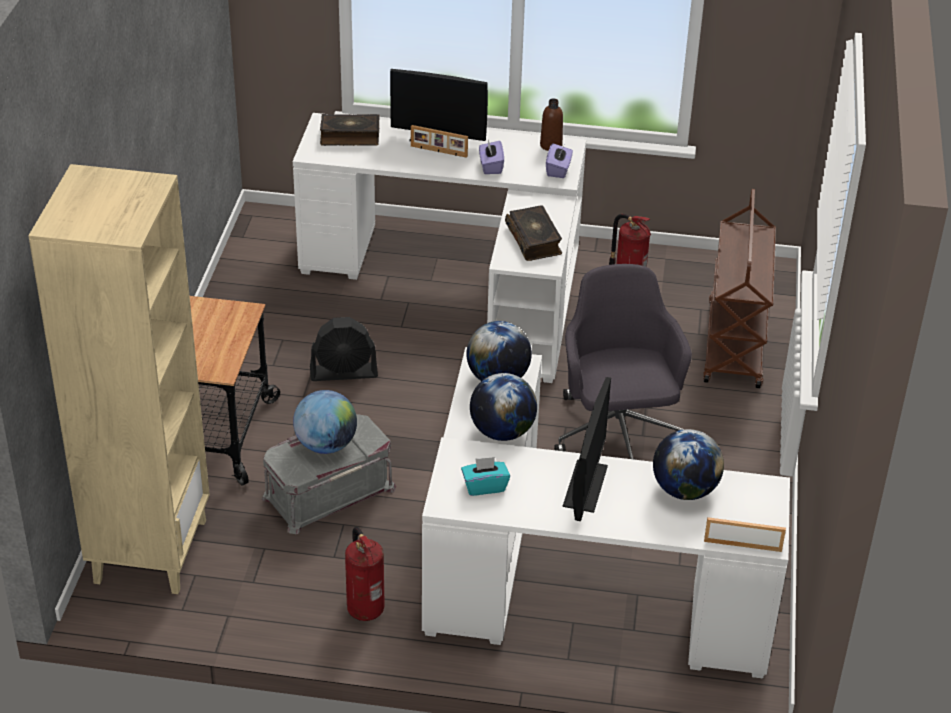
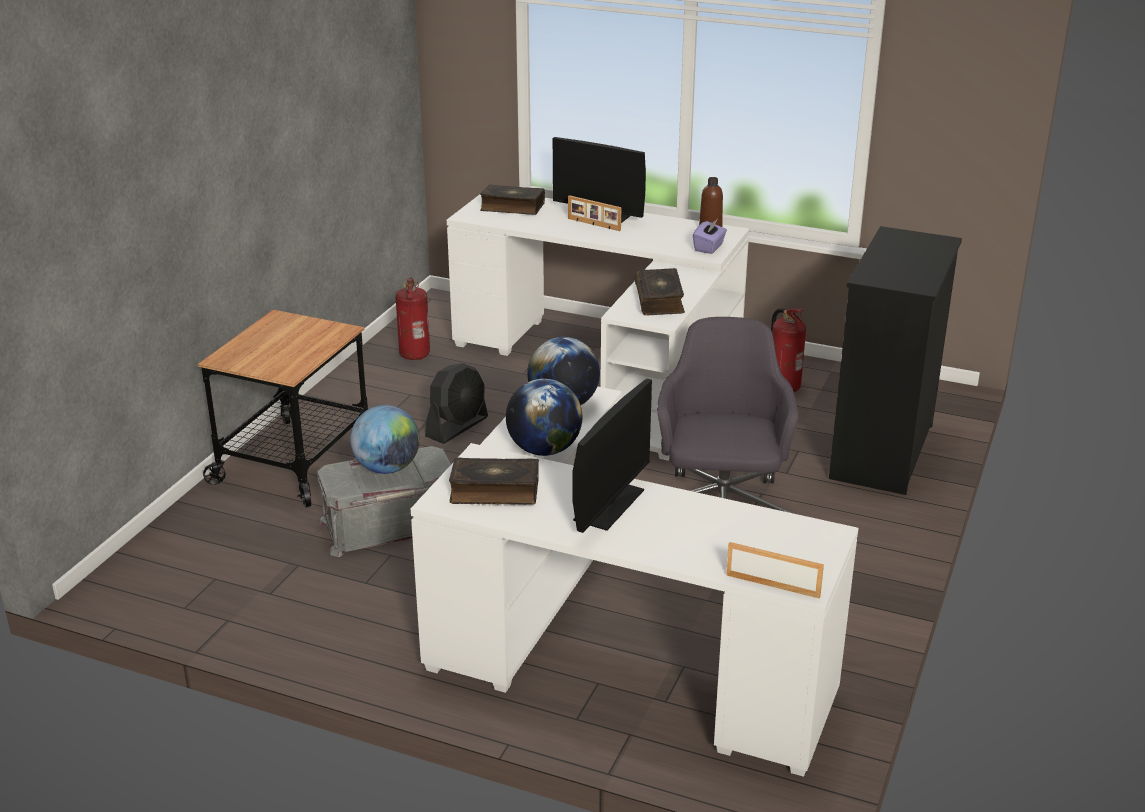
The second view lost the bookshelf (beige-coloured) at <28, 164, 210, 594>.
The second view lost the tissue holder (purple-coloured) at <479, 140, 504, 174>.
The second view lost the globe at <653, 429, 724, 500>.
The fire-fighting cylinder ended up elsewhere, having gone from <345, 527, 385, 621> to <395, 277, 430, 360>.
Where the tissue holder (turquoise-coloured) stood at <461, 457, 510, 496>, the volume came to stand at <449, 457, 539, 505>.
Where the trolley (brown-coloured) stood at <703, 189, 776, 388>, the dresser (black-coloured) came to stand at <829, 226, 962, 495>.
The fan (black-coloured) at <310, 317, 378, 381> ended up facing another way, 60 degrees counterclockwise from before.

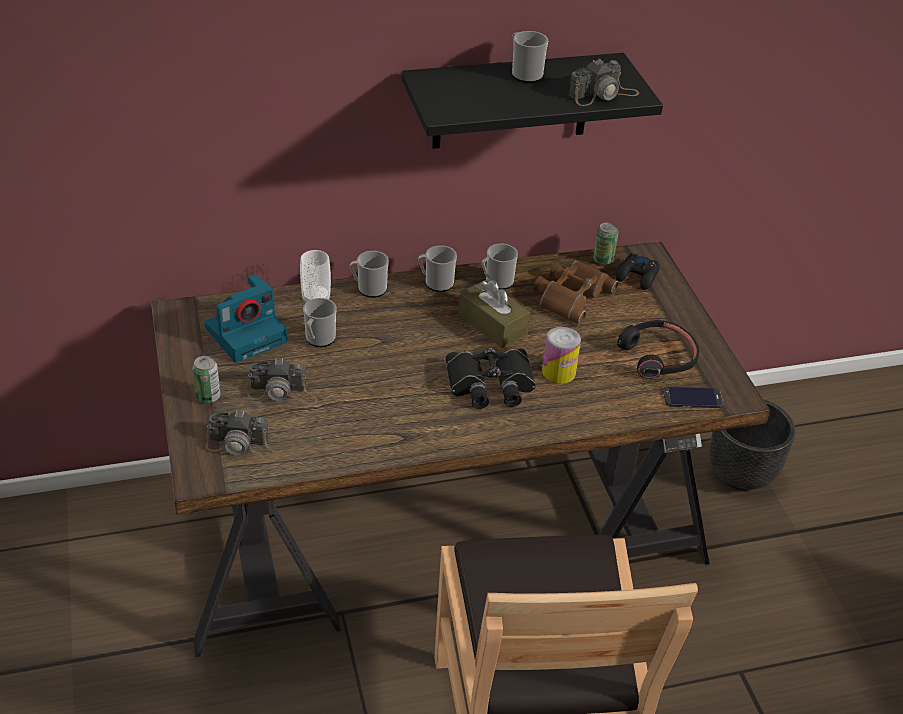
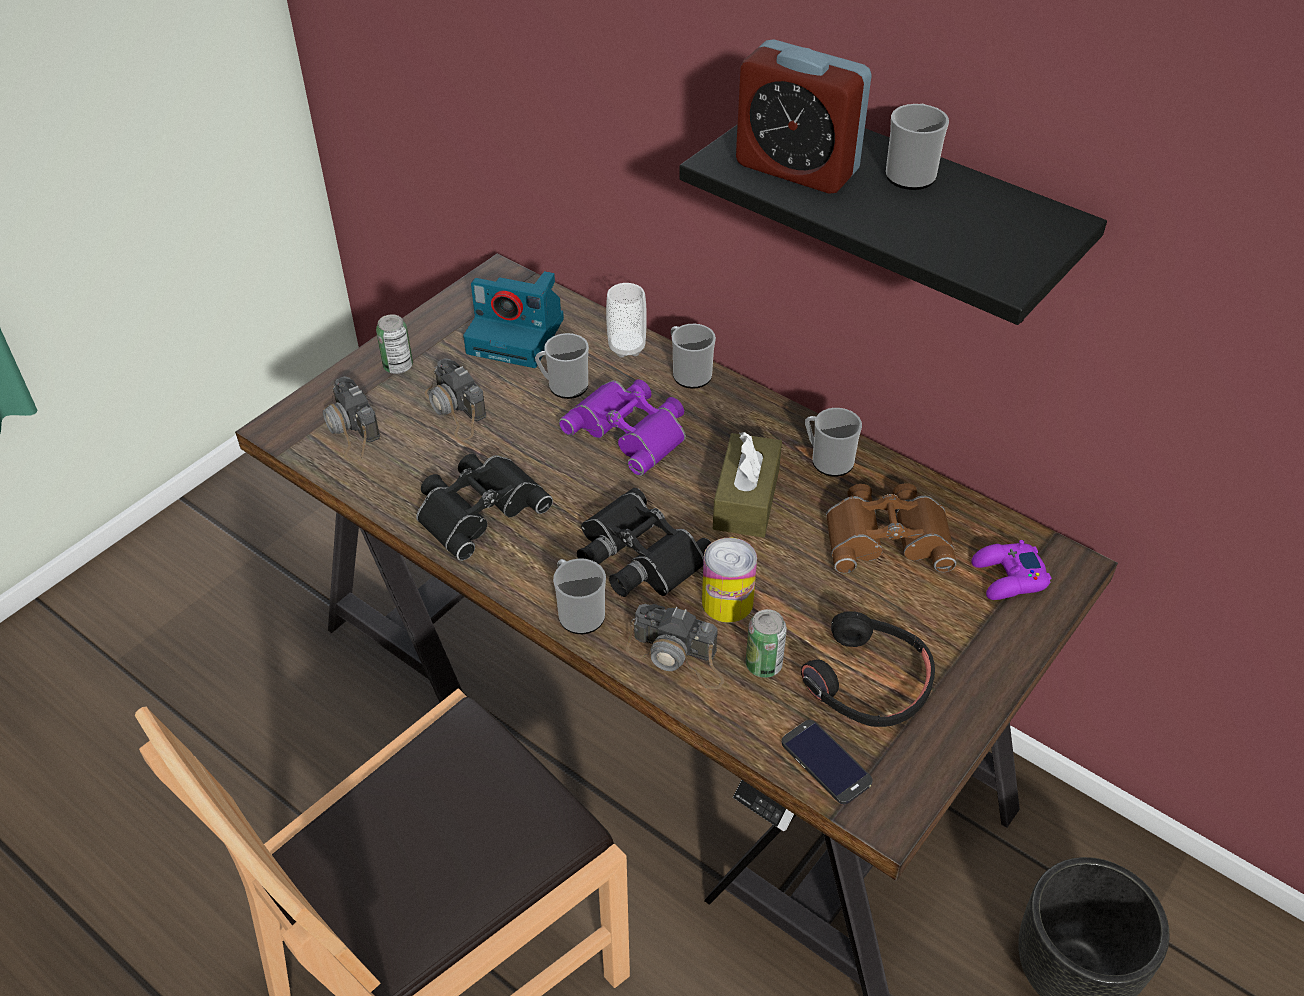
The second view gained the pair of binoculars (black-coloured) at <416, 454, 553, 561>.
The second view gained the pair of binoculars (purple-coloured) at <559, 379, 686, 476>.
The second view gained the alarm clock at <736, 39, 872, 194>.
The coffee mug ended up elsewhere, having gone from <418, 245, 457, 292> to <553, 559, 606, 634>.
The still camera ended up elsewhere, having gone from <569, 59, 639, 106> to <626, 604, 724, 689>.
The metal can ended up elsewhere, having gone from <593, 223, 618, 265> to <746, 609, 787, 678>.
What was the gamepad (black-coloured) at <616, 253, 660, 290> turned into the gamepad (purple-coloured) at <972, 540, 1051, 600>.

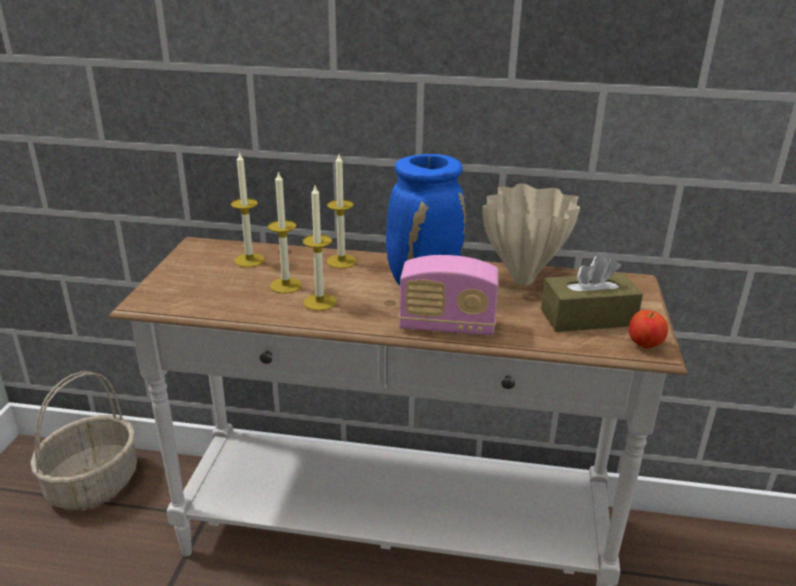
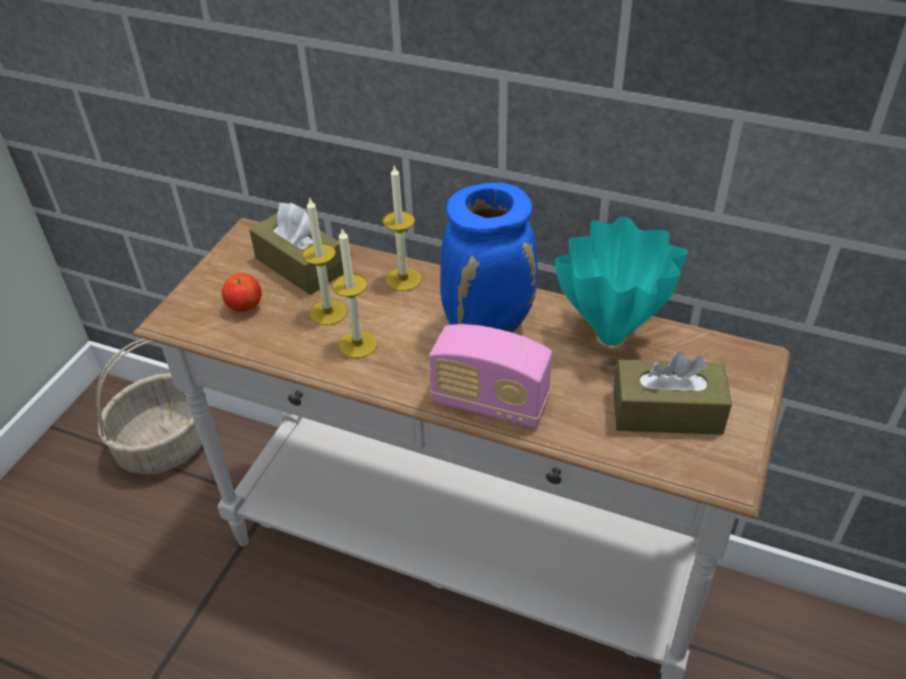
The apple fruit ended up elsewhere, having gone from <629, 310, 668, 348> to <222, 273, 262, 312>.
Where the wax candle stood at <231, 151, 265, 267>, the tissue holder (brown-coloured) came to stand at <249, 202, 344, 295>.
What was the vase (beige-coloured) at <482, 183, 580, 285> turned into the vase (turquoise-coloured) at <555, 217, 688, 346>.

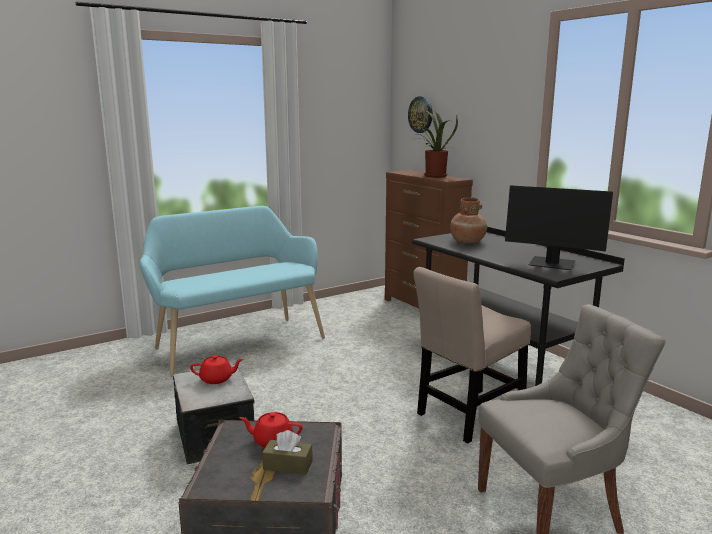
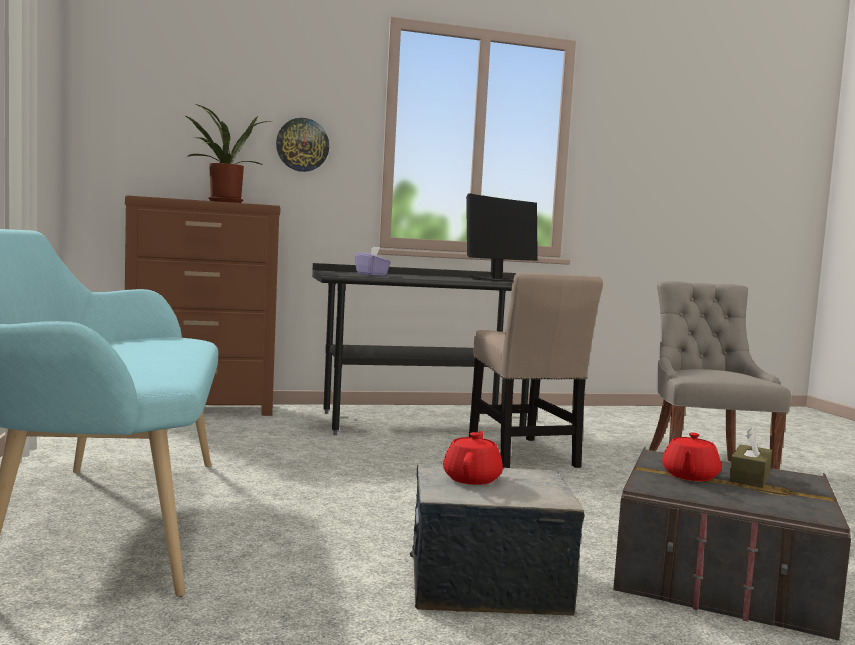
The hanging clock ended up elsewhere, having gone from <408, 96, 433, 133> to <276, 118, 329, 172>.
Where the vase (brown-coloured) stood at <450, 197, 487, 243>, the tissue holder (purple-coloured) came to stand at <355, 247, 391, 276>.

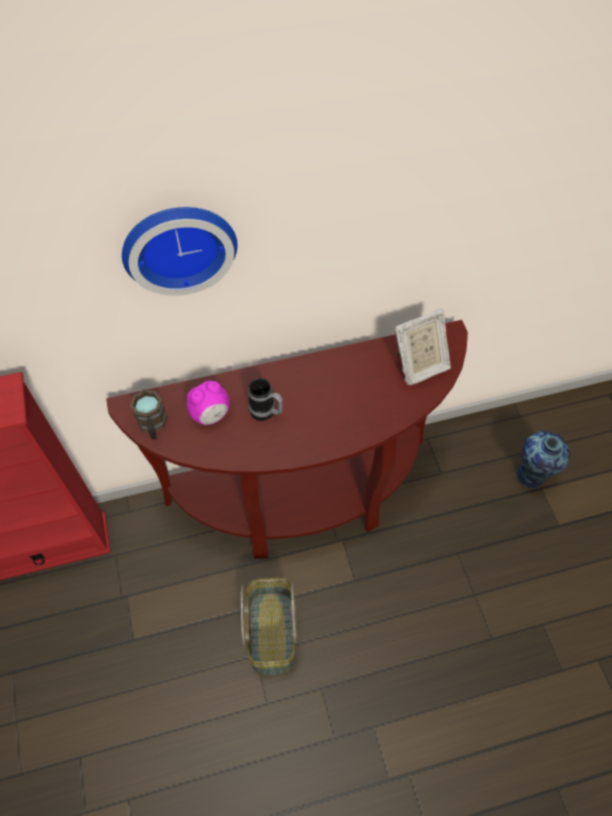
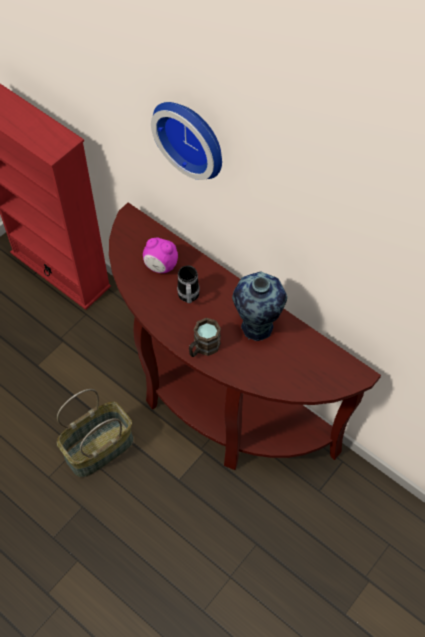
The second view lost the standing frame at <395, 308, 451, 385>.
The coffee mug (brown-coloured) ended up elsewhere, having gone from <130, 390, 168, 440> to <189, 318, 221, 357>.
The vase ended up elsewhere, having gone from <515, 431, 570, 488> to <232, 272, 287, 341>.

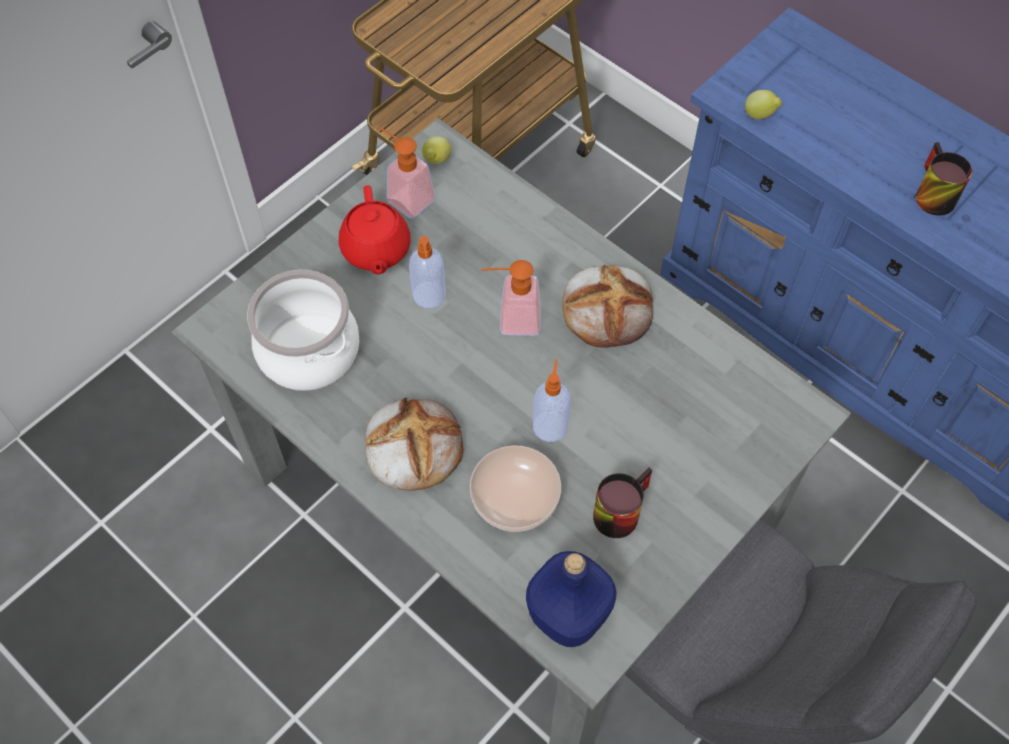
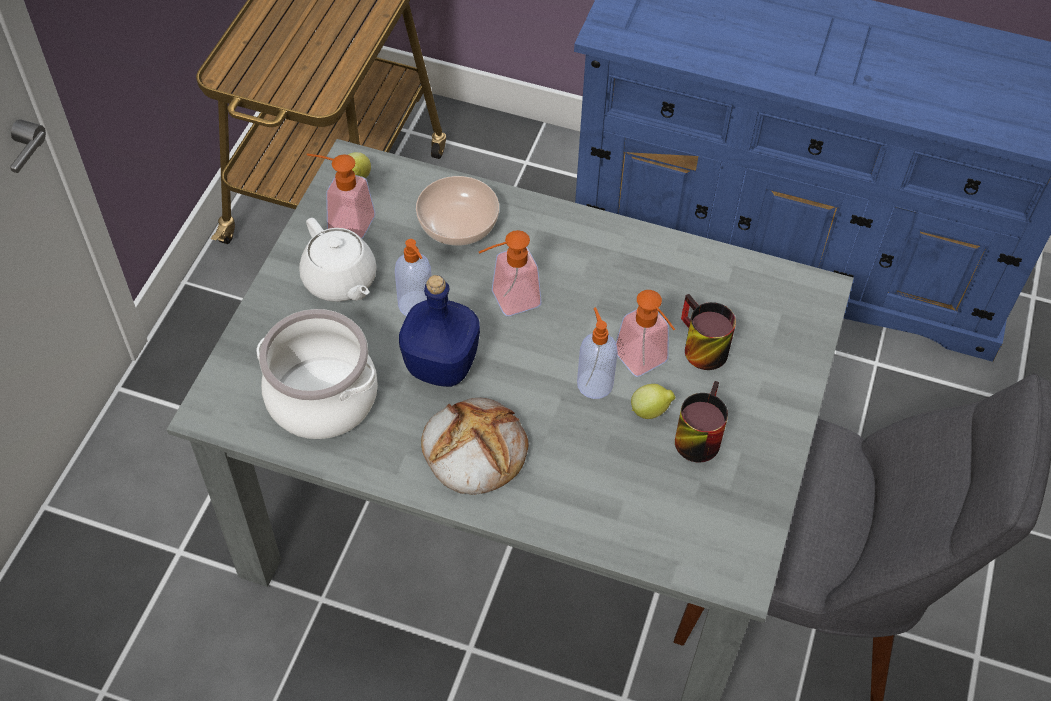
The second view lost the baked bread at <562, 265, 653, 348>.
The second view gained the soap bottle at <616, 290, 675, 377>.
The serving bowl ended up elsewhere, having gone from <470, 446, 561, 532> to <416, 176, 499, 246>.
The drink bottle (blue) ended up elsewhere, having gone from <526, 551, 616, 647> to <399, 275, 480, 387>.
The citrus fruit ended up elsewhere, having gone from <745, 90, 782, 119> to <631, 384, 675, 419>.
The coffee mug ended up elsewhere, having gone from <916, 142, 972, 216> to <681, 294, 736, 370>.
What was the tea pot (reddish) at <339, 185, 410, 274> turned into the tea pot (whitish) at <299, 218, 377, 302>.

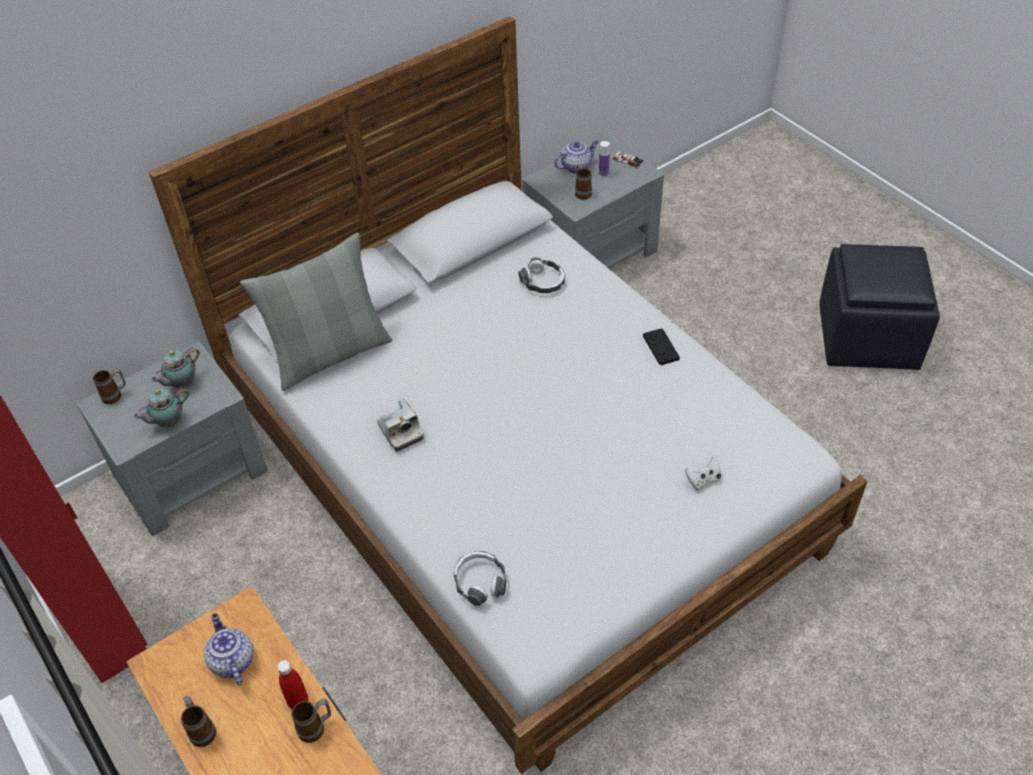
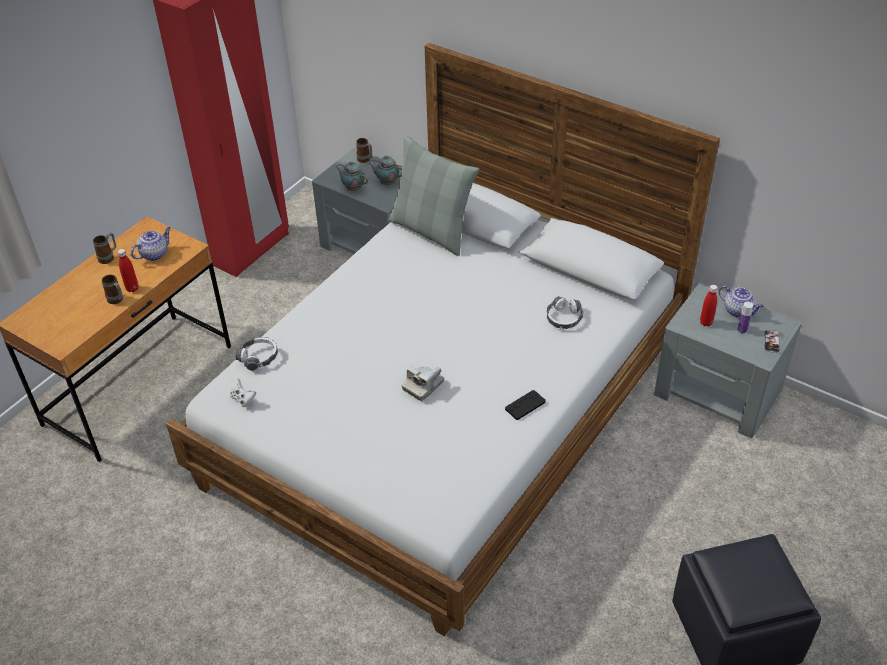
The still camera ended up elsewhere, having gone from <377, 398, 424, 452> to <402, 366, 444, 401>.
The gamepad (whitish) ended up elsewhere, having gone from <685, 456, 721, 490> to <230, 379, 256, 407>.
Where the coffee mug stood at <575, 164, 592, 200>, the drink bottle (reddish) came to stand at <700, 285, 718, 326>.

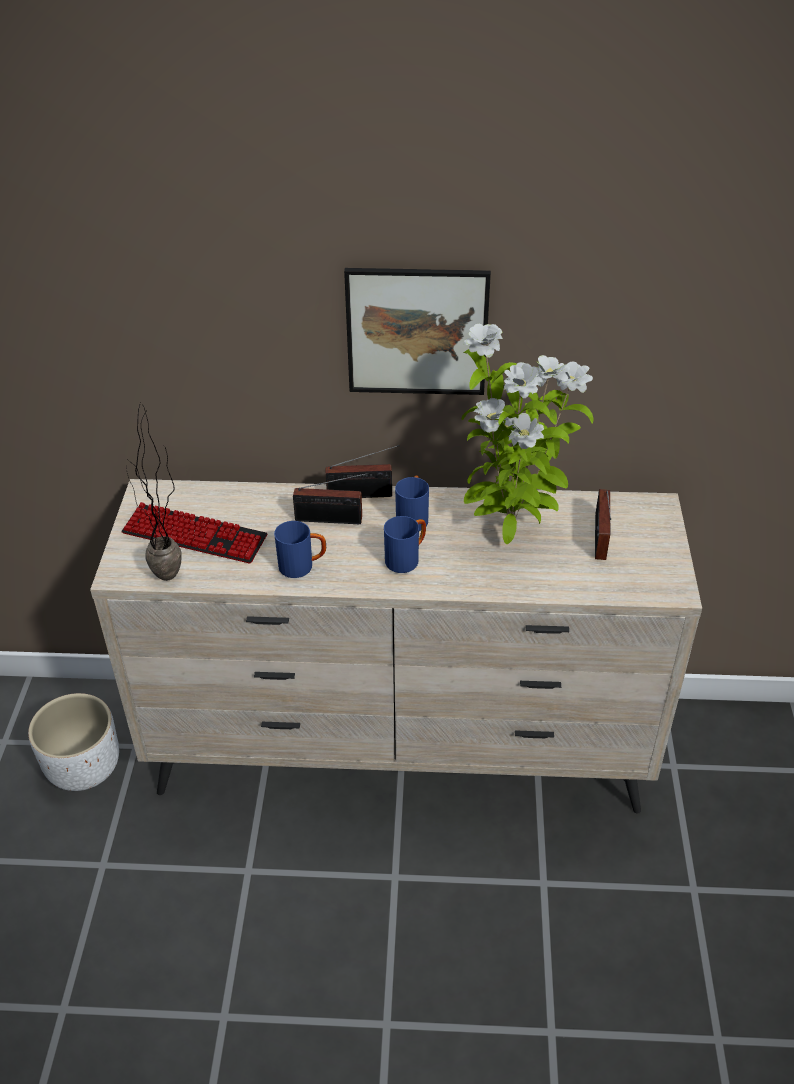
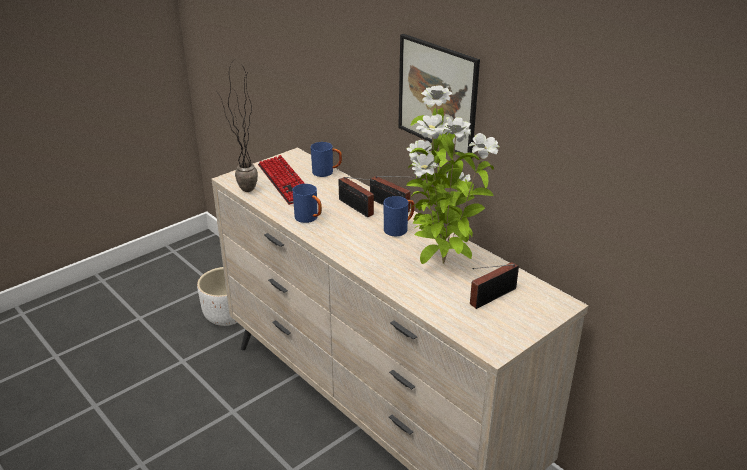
The coffee mug (blue) ended up elsewhere, having gone from <384, 516, 426, 573> to <311, 142, 342, 177>.

